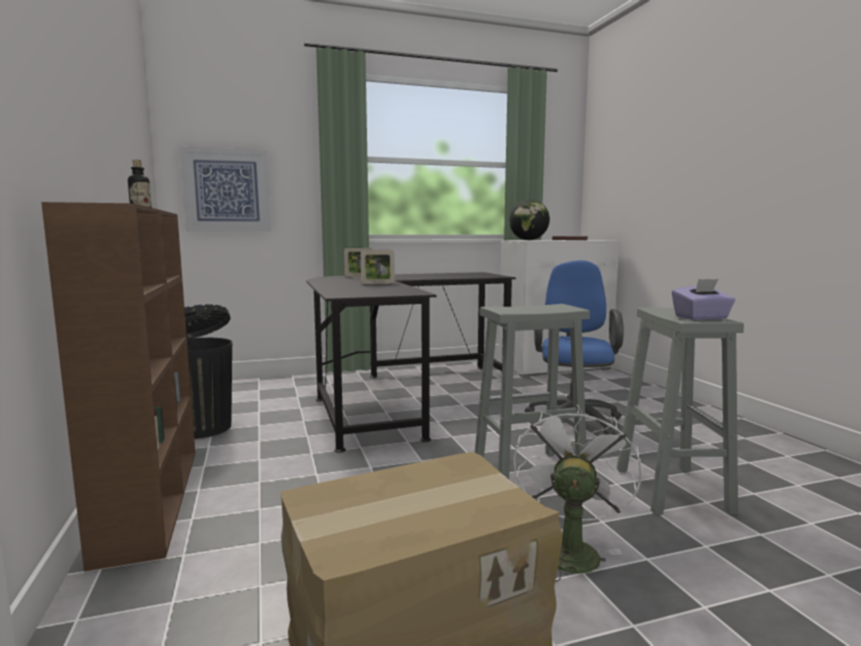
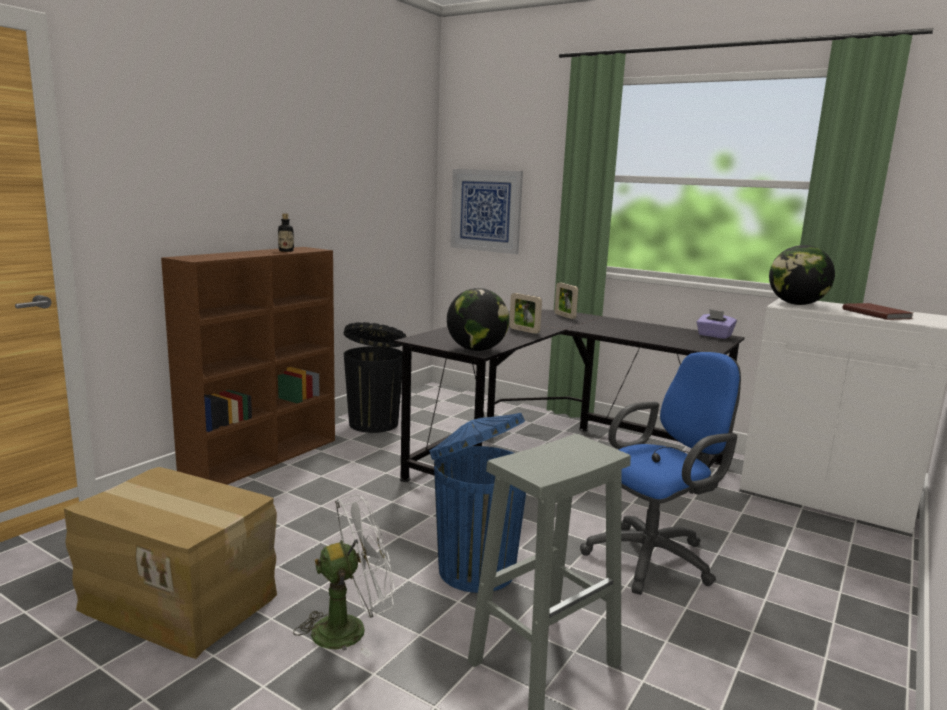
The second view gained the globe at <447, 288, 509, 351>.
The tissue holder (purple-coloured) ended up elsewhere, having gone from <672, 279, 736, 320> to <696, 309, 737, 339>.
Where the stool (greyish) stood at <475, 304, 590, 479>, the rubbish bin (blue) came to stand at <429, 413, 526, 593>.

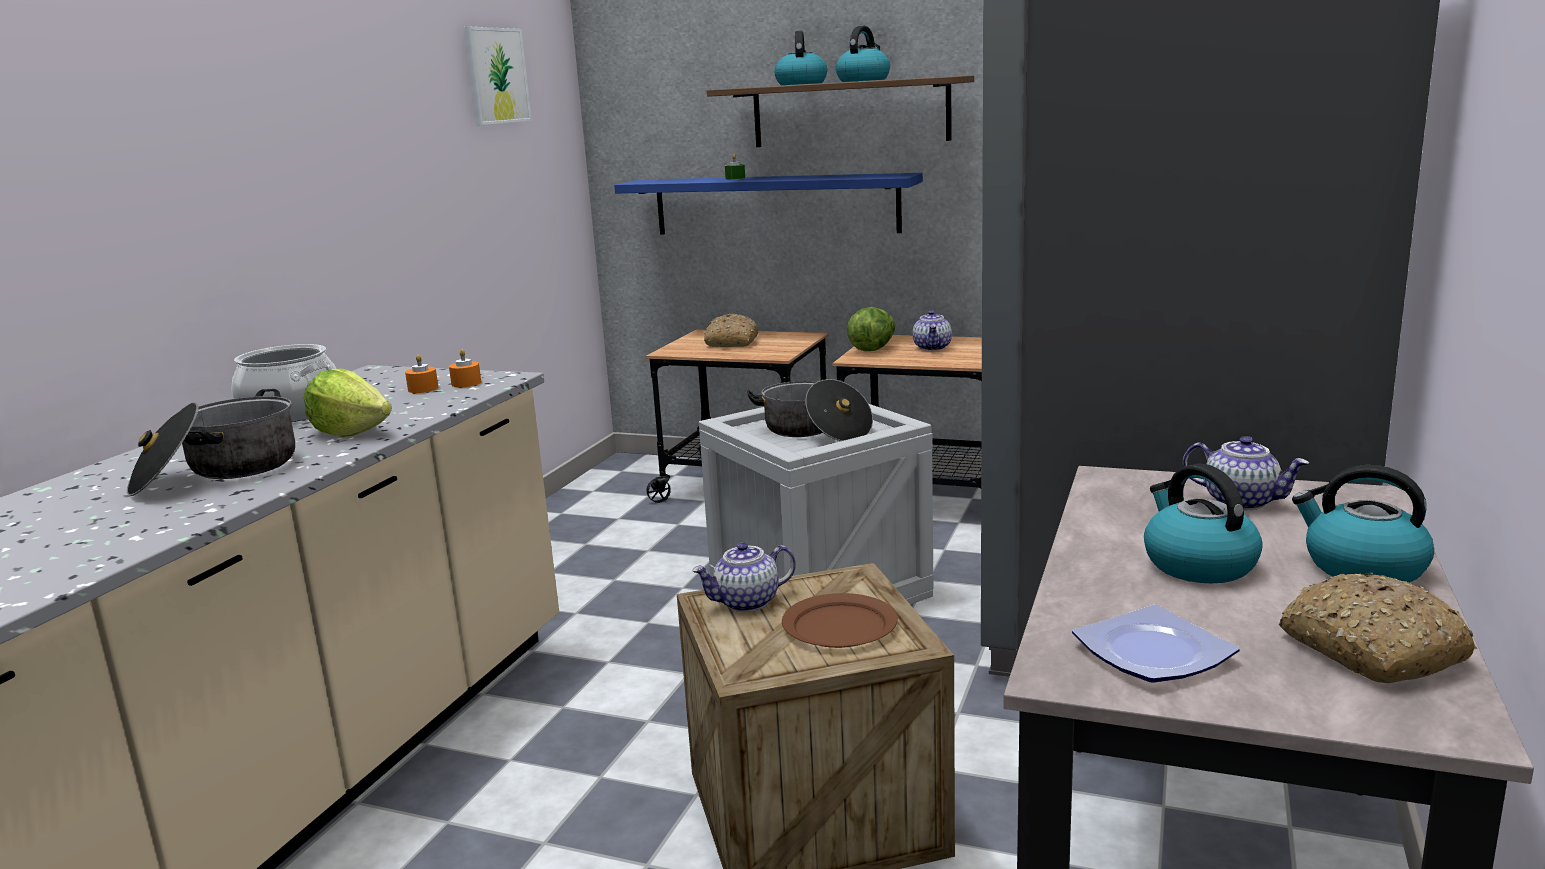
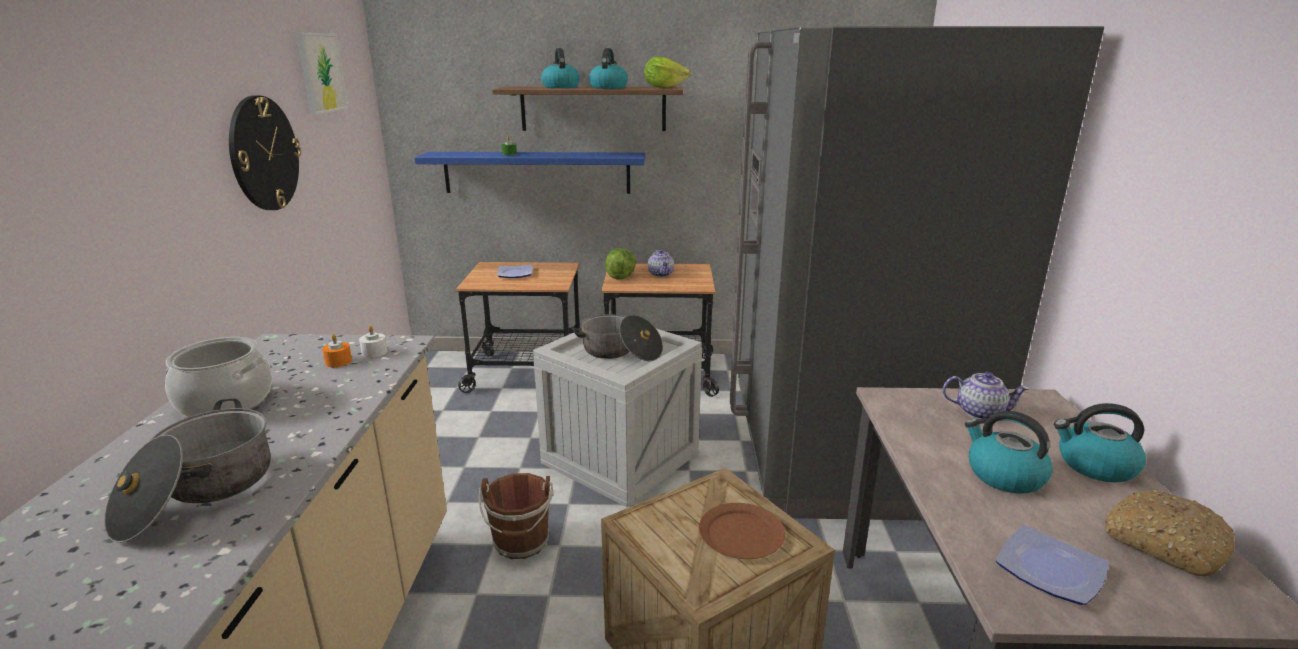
The second view lost the tea pot at <692, 542, 796, 612>.
The second view gained the hanging clock at <229, 95, 301, 210>.
The second view gained the bucket (brown-coloured) at <478, 473, 554, 559>.
The lettuce ended up elsewhere, having gone from <304, 368, 392, 437> to <644, 56, 690, 88>.
Where the baked bread stood at <704, 313, 758, 347>, the dinner plate came to stand at <497, 264, 533, 278>.
What was the wax candle (orange-coloured) at <449, 349, 481, 387> turned into the wax candle (whitish) at <359, 326, 388, 358>.

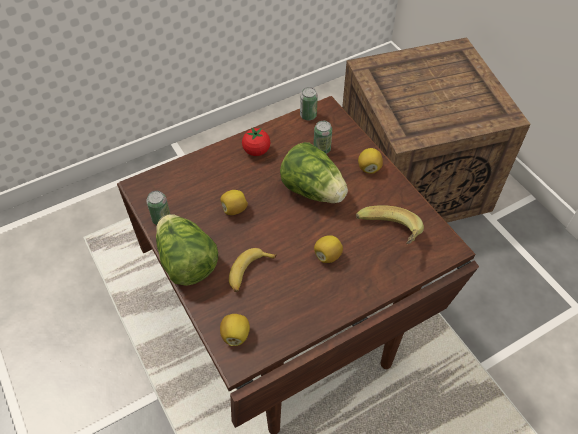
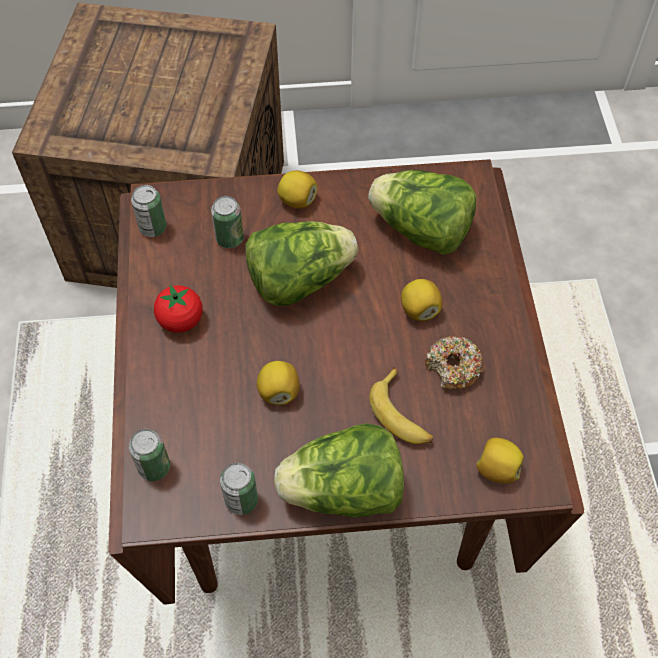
The second view gained the metal can at <129, 429, 170, 481>.
The second view gained the doughnut at <425, 336, 484, 390>.
Where the banana stood at <356, 205, 424, 244>, the lettuce came to stand at <368, 170, 477, 255>.

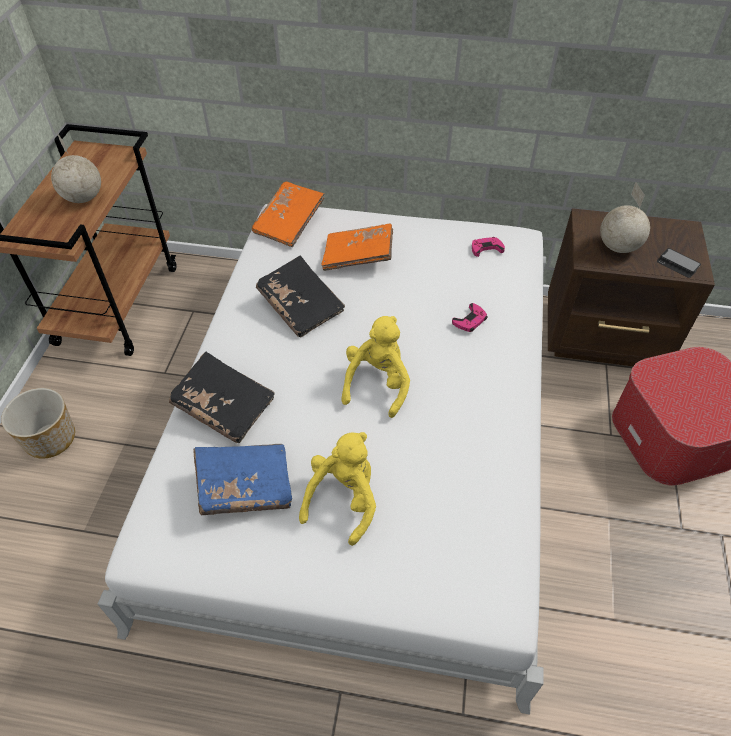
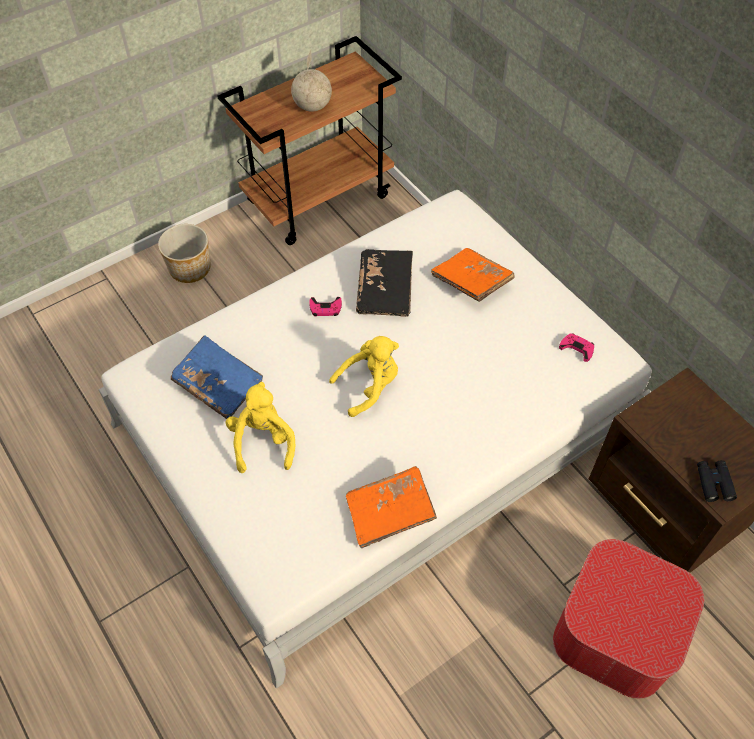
The second view lost the volume (black-coloured) at <169, 352, 274, 443>.
The second view lost the globe at <600, 182, 650, 253>.
The volume (orange-coloured) ended up elsewhere, having gone from <252, 182, 324, 247> to <346, 466, 437, 548>.
The gamepad (pink) ended up elsewhere, having gone from <452, 303, 487, 332> to <309, 297, 342, 316>.
Where the phone stood at <657, 248, 701, 278>, the pair of binoculars (black-coloured) came to stand at <697, 460, 737, 502>.
The soft toy (yellowish) at <299, 432, 376, 546> ended up facing another way, 75 degrees counterclockwise from before.

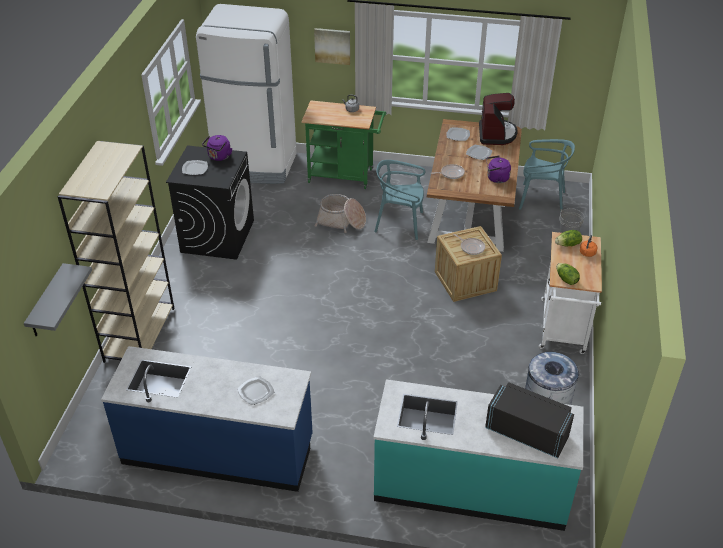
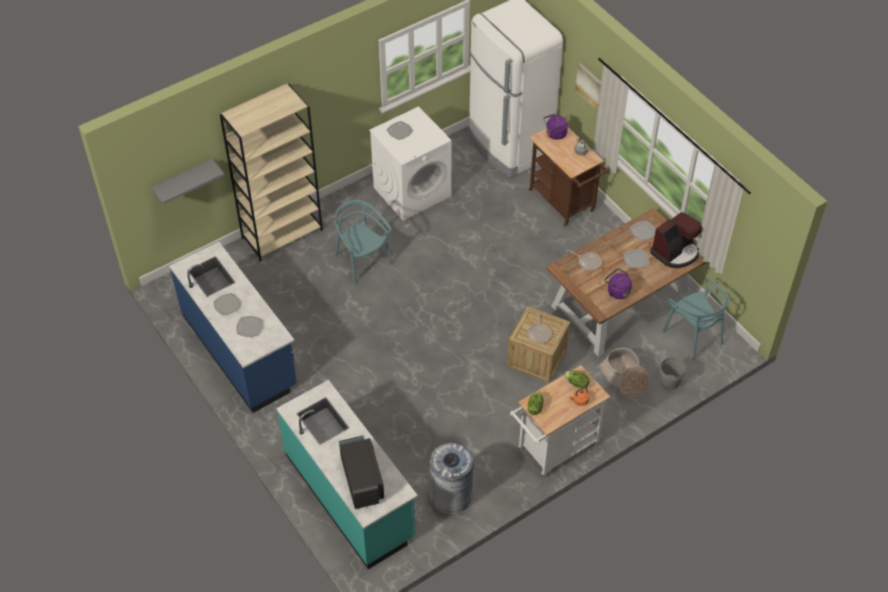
The second view gained the dinner plate at <213, 293, 241, 316>.
The kettle (purple-coloured) ended up elsewhere, having gone from <202, 135, 232, 161> to <544, 114, 568, 140>.
The household basket ended up elsewhere, having gone from <315, 194, 366, 233> to <597, 348, 649, 399>.
The chair (turquoise-coloured) ended up elsewhere, having gone from <374, 160, 425, 240> to <334, 200, 392, 284>.
What was the laundry appliance (black-coloured) at <166, 145, 254, 260> turned into the laundry appliance (whitish) at <369, 106, 452, 221>.
What was the trolley (greenish) at <301, 100, 386, 189> turned into the trolley (brown-coloured) at <529, 127, 610, 226>.

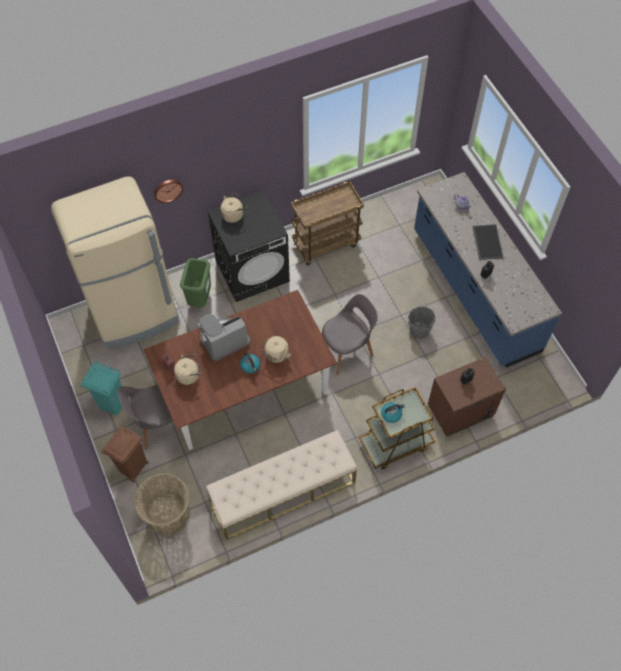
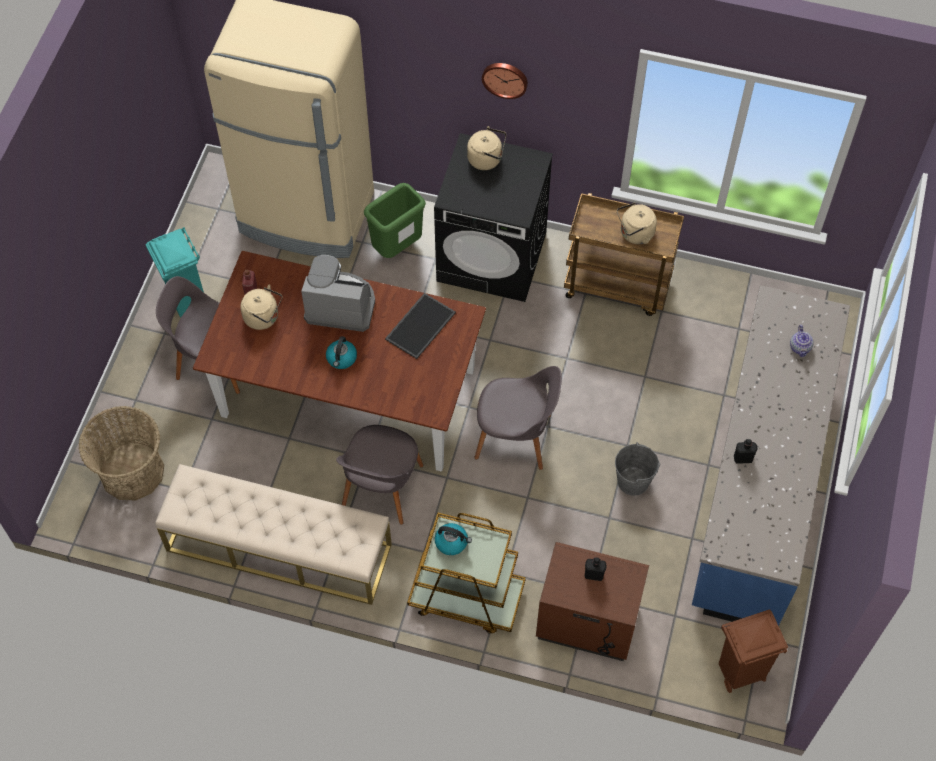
The second view gained the chair (greyish) at <336, 425, 423, 525>.
The rubbish bin (brown-coloured) ended up elsewhere, having gone from <101, 426, 149, 482> to <719, 609, 788, 693>.
The hanging clock ended up elsewhere, having gone from <154, 180, 183, 203> to <482, 63, 528, 99>.
The kettle (beige-coloured) ended up elsewhere, having gone from <260, 336, 291, 363> to <617, 202, 657, 244>.
The serving tray ended up elsewhere, having gone from <473, 224, 504, 260> to <385, 293, 456, 359>.

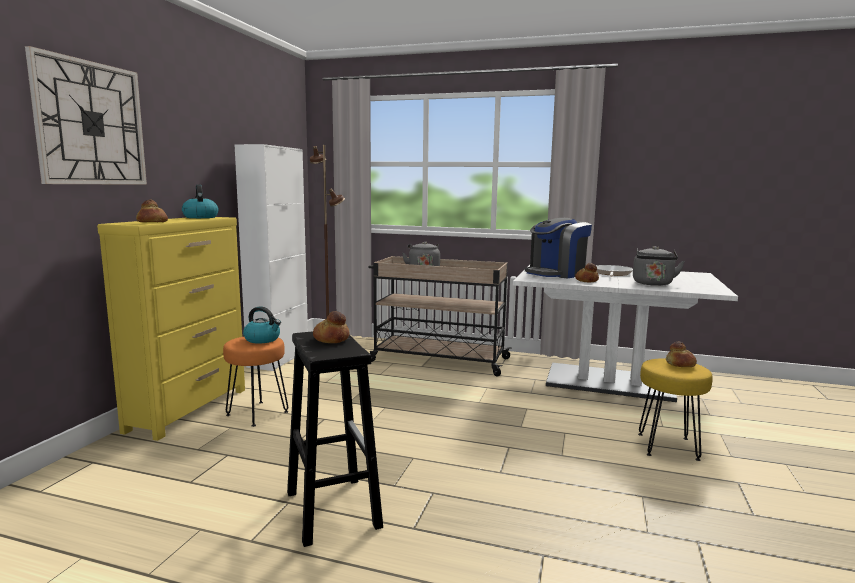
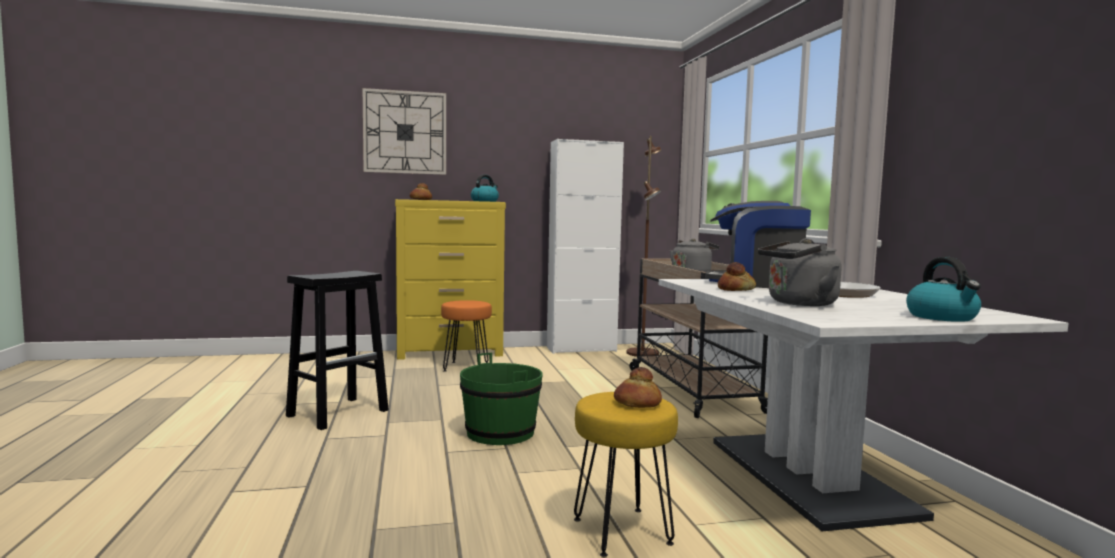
The second view lost the baked bread at <313, 311, 350, 343>.
The second view gained the bucket (greenish) at <460, 353, 543, 445>.
The kettle ended up elsewhere, having gone from <243, 307, 281, 344> to <906, 257, 981, 322>.

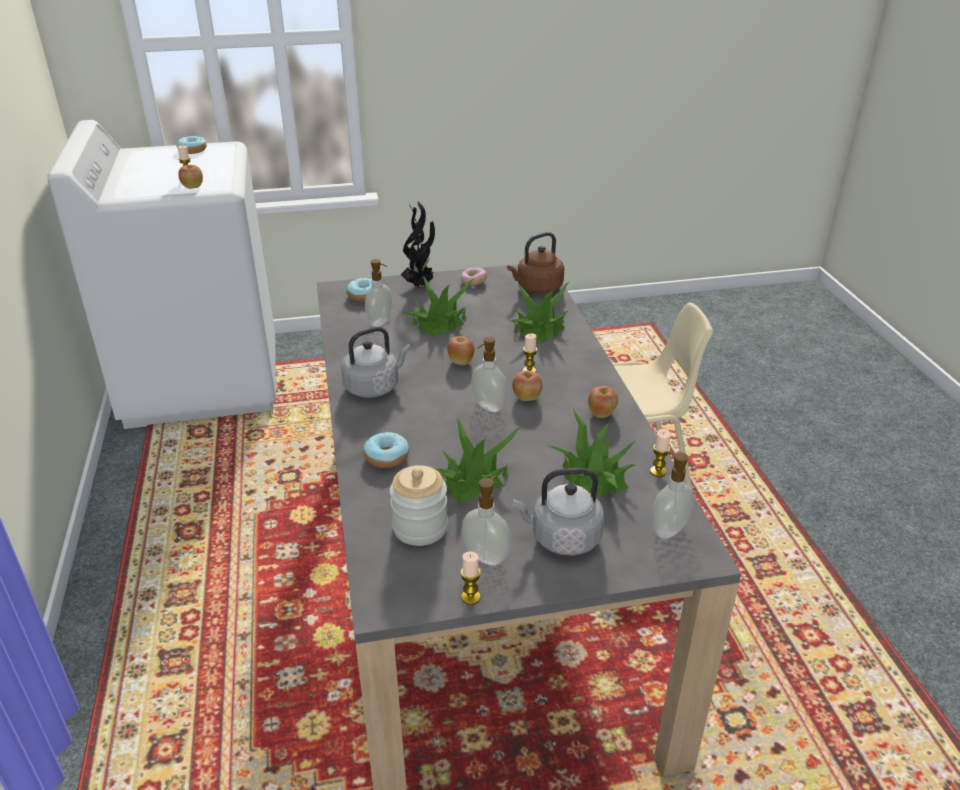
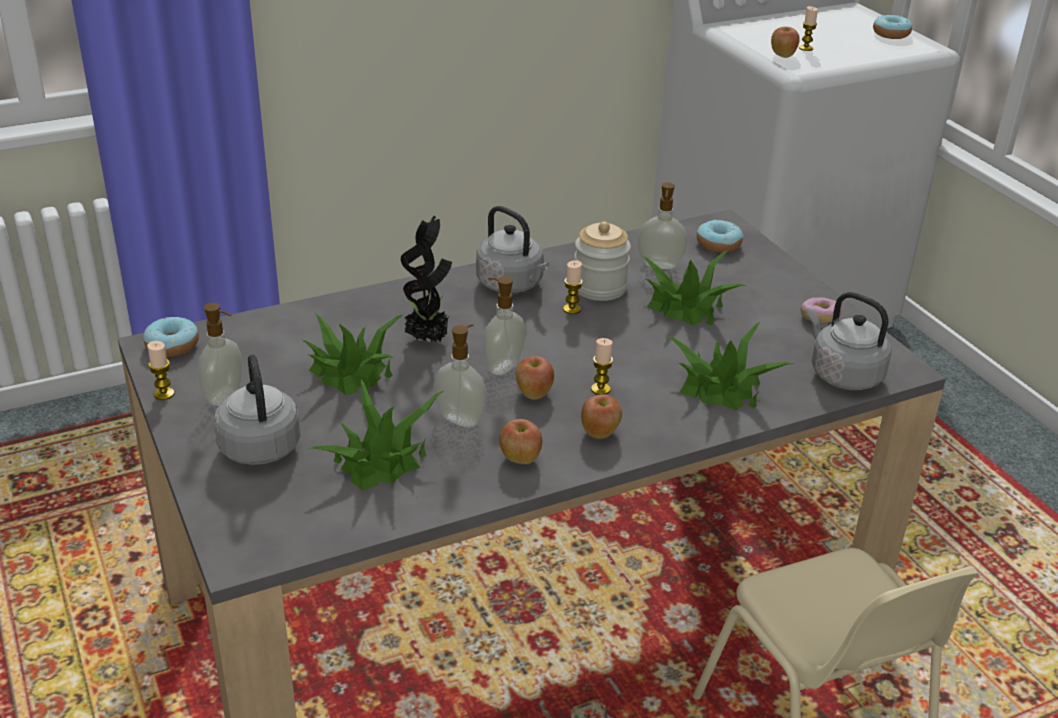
The doughnut ended up elsewhere, having gone from <364, 432, 409, 468> to <143, 317, 199, 357>.
The storage jar ended up elsewhere, having gone from <389, 465, 448, 546> to <574, 222, 631, 301>.
The plant in a pot ended up elsewhere, having gone from <401, 202, 435, 287> to <401, 216, 452, 343>.
The apple fruit ended up elsewhere, having gone from <447, 336, 474, 365> to <581, 394, 622, 439>.
The wax candle ended up elsewhere, having gone from <650, 429, 671, 477> to <563, 260, 583, 314>.
The soap bottle ended up elsewhere, having gone from <652, 451, 694, 539> to <434, 324, 487, 427>.
What was the kettle (brown-coloured) at <507, 232, 564, 294> turned into the kettle (greyish) at <807, 292, 892, 390>.

